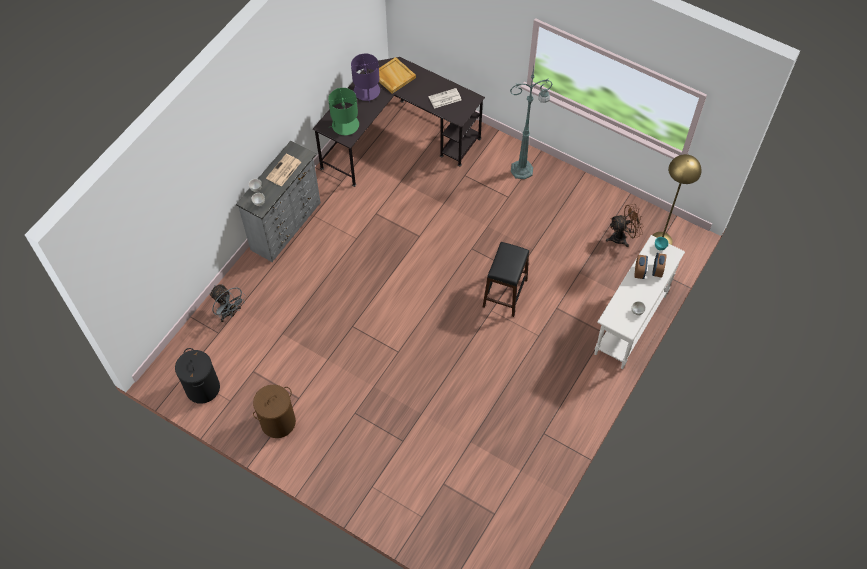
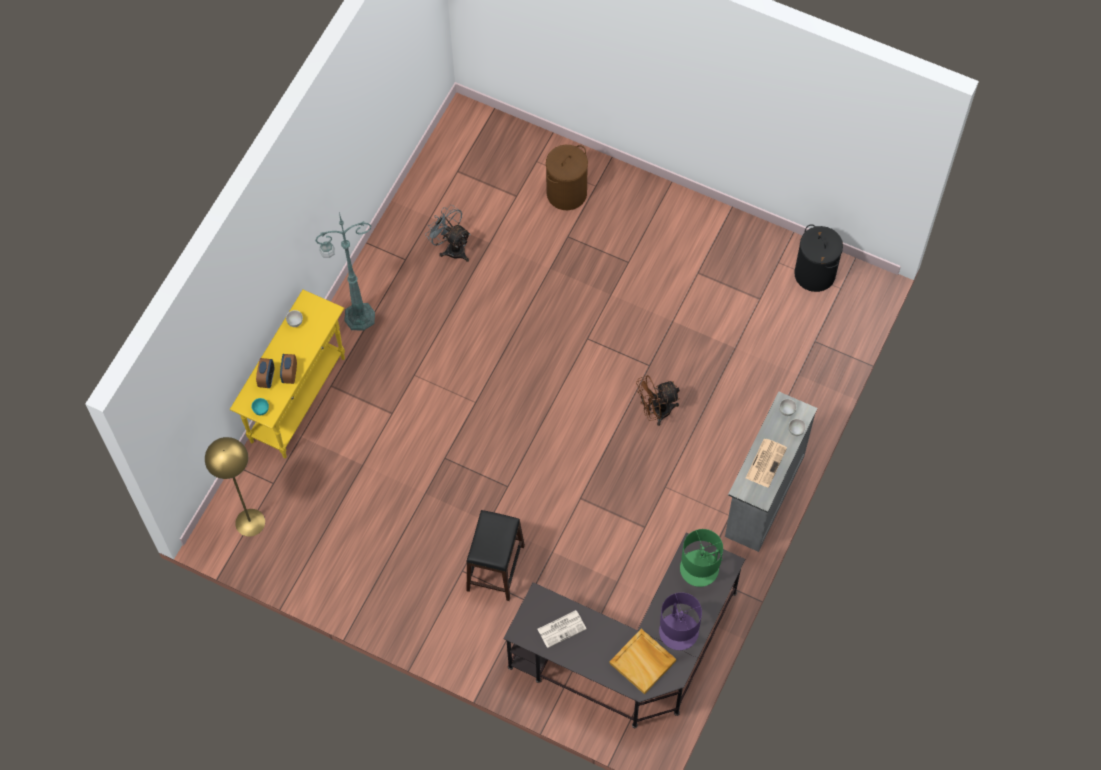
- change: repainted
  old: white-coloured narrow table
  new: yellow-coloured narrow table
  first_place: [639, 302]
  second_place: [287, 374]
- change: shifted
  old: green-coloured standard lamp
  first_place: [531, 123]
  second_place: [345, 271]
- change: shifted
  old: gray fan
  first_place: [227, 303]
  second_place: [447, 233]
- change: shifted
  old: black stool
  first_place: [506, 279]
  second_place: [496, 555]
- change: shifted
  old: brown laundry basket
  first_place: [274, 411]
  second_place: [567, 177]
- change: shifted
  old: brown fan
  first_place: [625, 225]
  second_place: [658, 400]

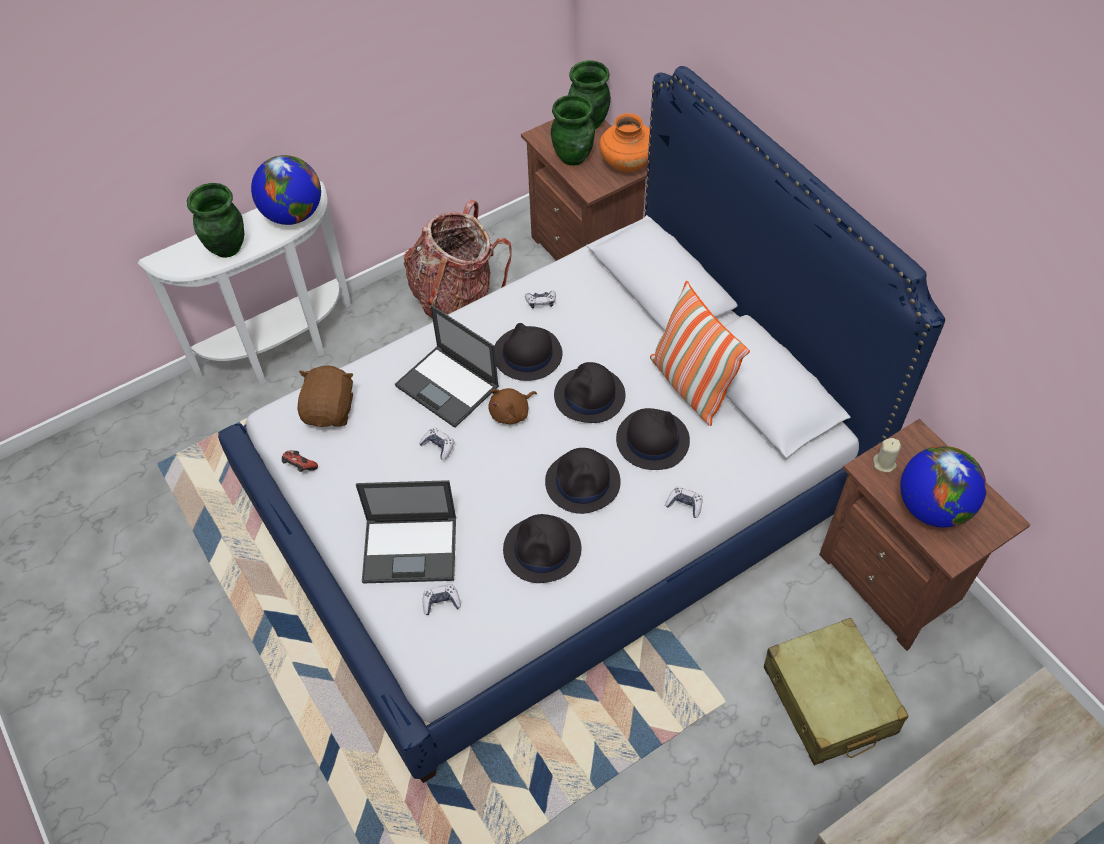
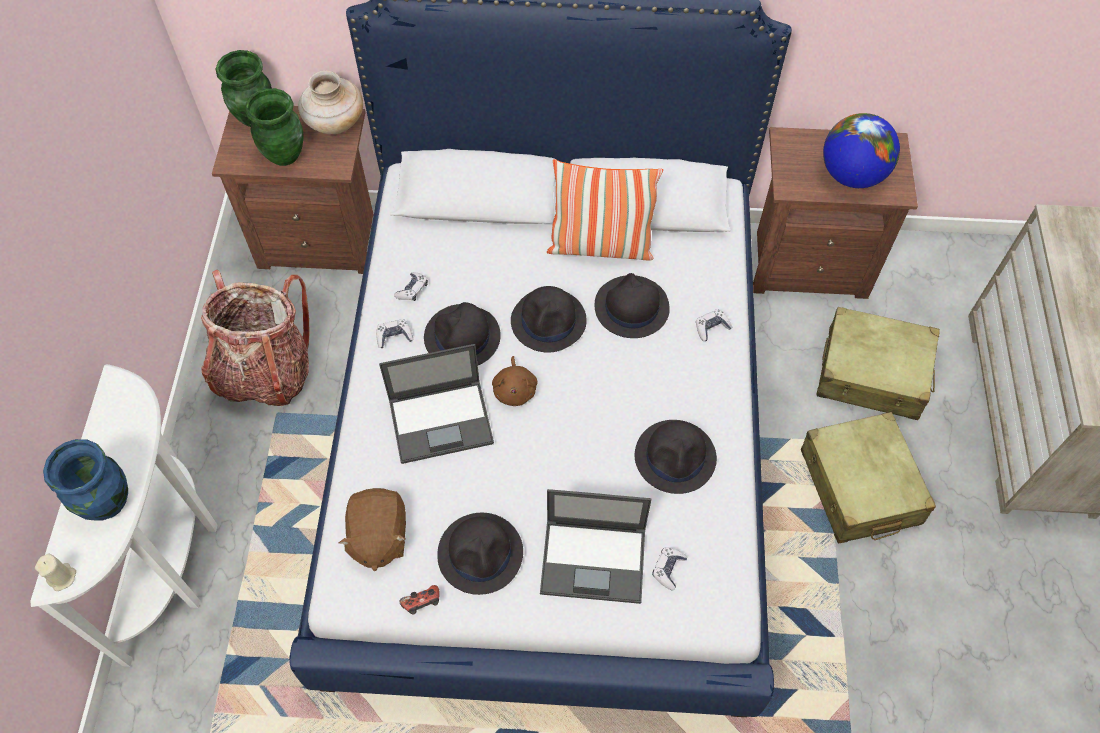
- change: shifted
  old: beige wax light
  first_place: [887, 455]
  second_place: [55, 572]
- change: repainted
  old: green-coloured vase
  new: blue-coloured vase
  first_place: [215, 220]
  second_place: [85, 480]
- change: repainted
  old: orange vase
  new: beige vase
  first_place: [624, 142]
  second_place: [330, 102]
- change: rotated
  old: brown plush toy
  first_place: [325, 396]
  second_place: [372, 529]
  degrees: -135
- change: shifted
  old: joypad
  first_place: [436, 444]
  second_place: [394, 333]
- change: shifted
  old: black hat
  first_place: [583, 481]
  second_place: [480, 554]
- change: rotated
  old: laptop
  first_place: [406, 532]
  second_place: [595, 546]
  degrees: 60
- change: new
  new: beige suitcase
  second_place: [868, 478]
- change: gone
  old: world globe
  first_place: [286, 190]

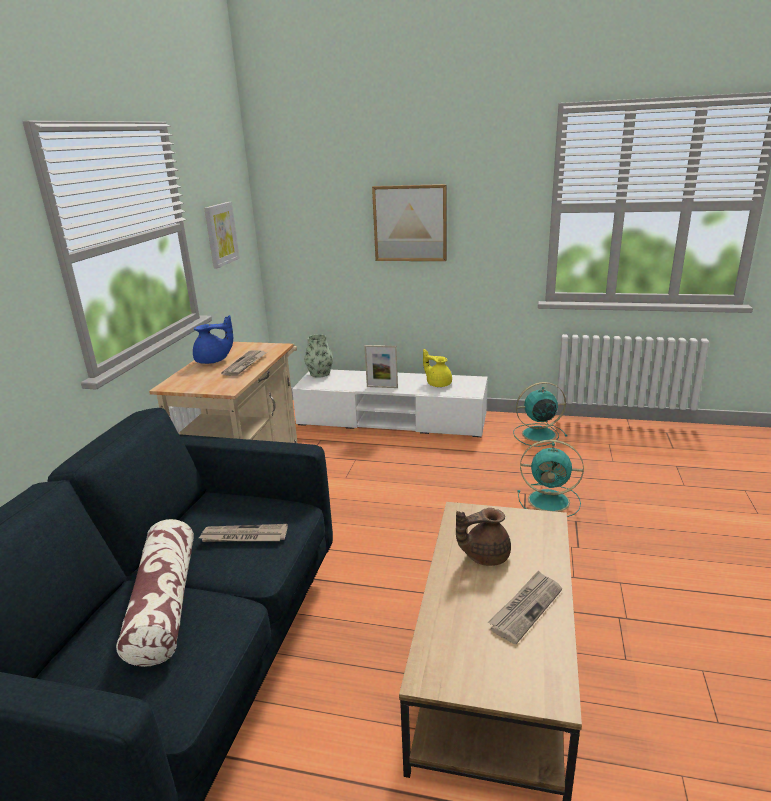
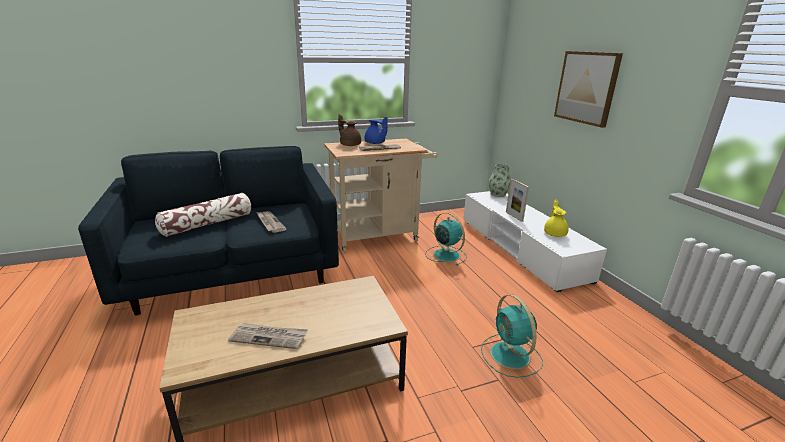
- change: shifted
  old: brown pot for tea
  first_place: [483, 537]
  second_place: [349, 130]
- change: shifted
  old: turquoise-coloured fan
  first_place: [540, 414]
  second_place: [446, 239]
- change: gone
  old: picture
  first_place: [222, 235]

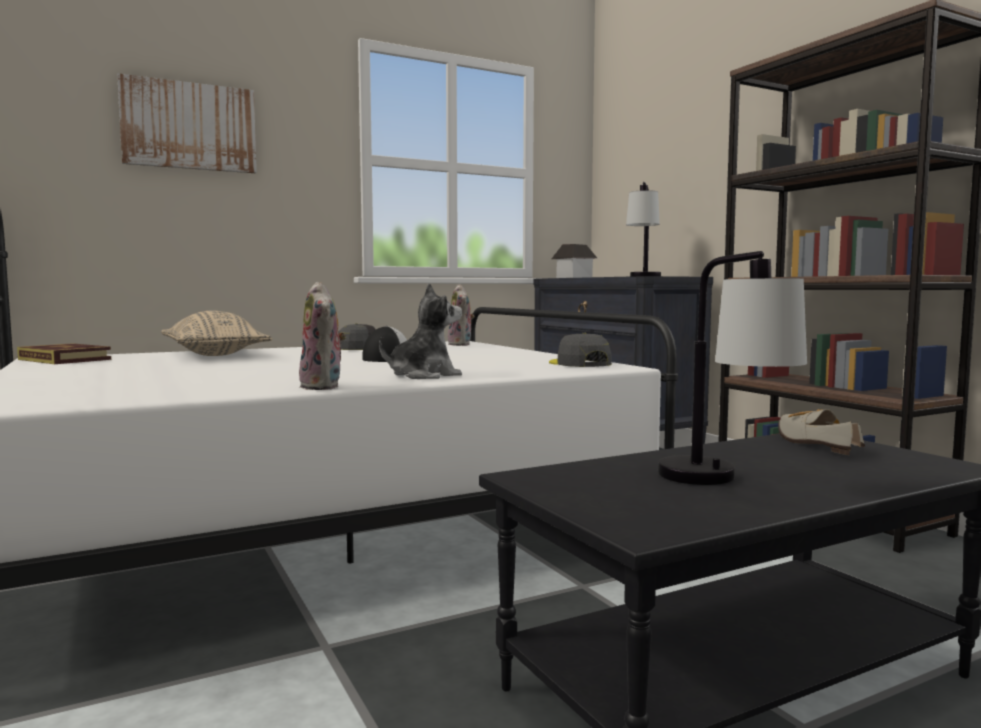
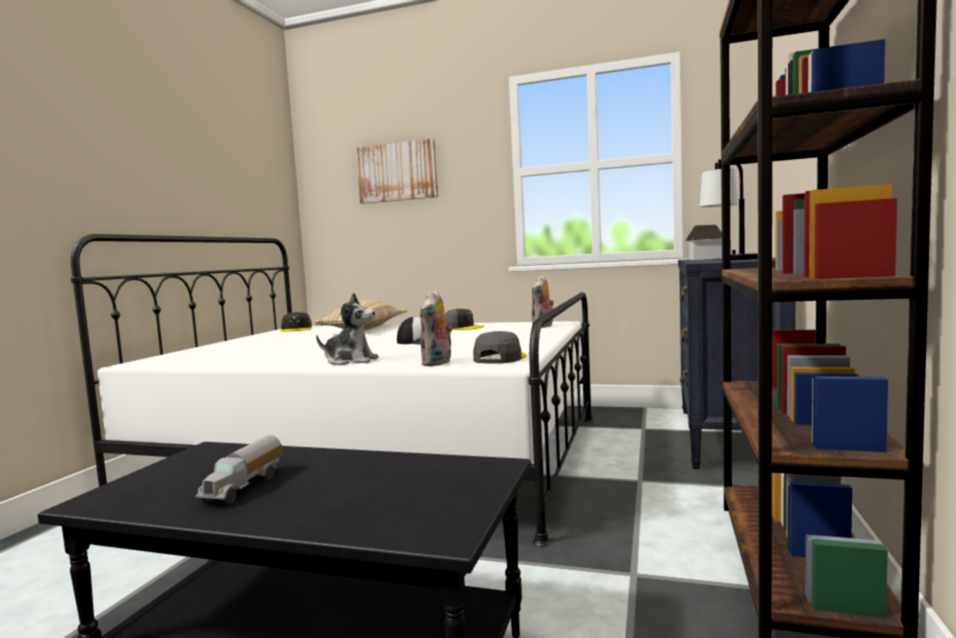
- change: swapped
  old: lamp for a table
  new: toy lorry
  first_place: [732, 368]
  second_place: [239, 469]
- change: swapped
  old: book
  new: gray baseball cap
  first_place: [64, 353]
  second_place: [296, 322]
- change: shifted
  old: plush toy
  first_place: [322, 336]
  second_place: [436, 328]
- change: gone
  old: item of footwear
  first_place: [821, 432]

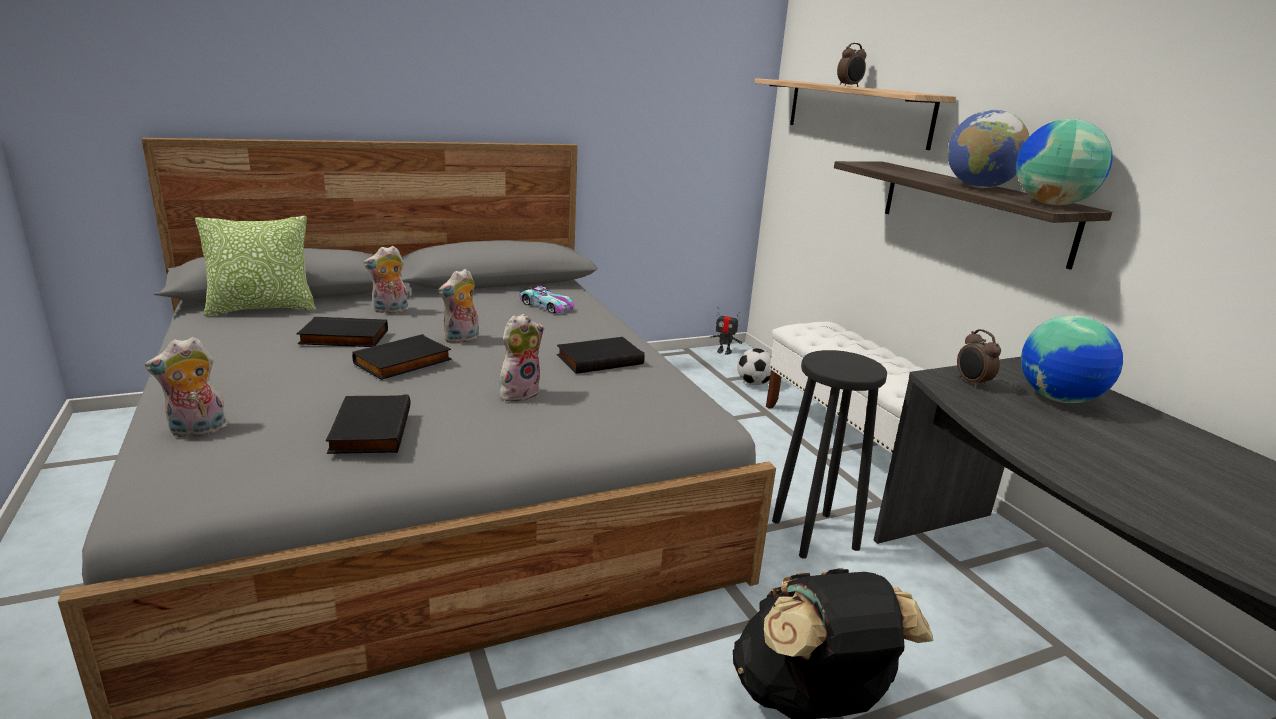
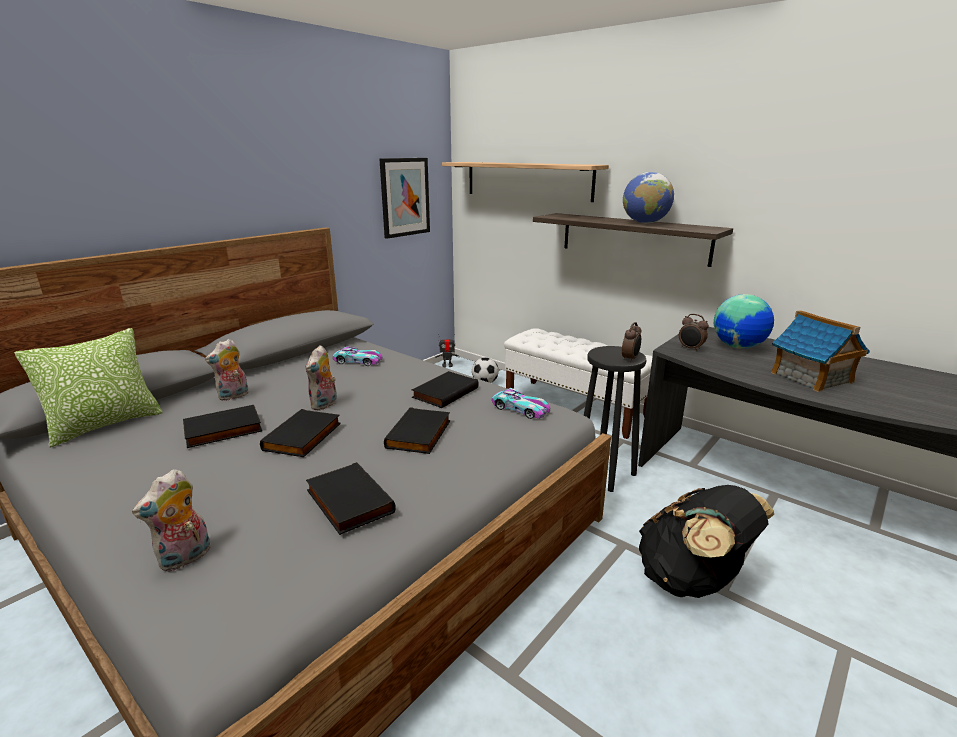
- change: new
  new: picture
  second_place: [404, 198]
- change: swapped
  old: plush toy
  new: black book
  first_place: [522, 357]
  second_place: [417, 430]
- change: new
  new: miniature car
  second_place: [521, 403]
- change: shifted
  old: alarm clock
  first_place: [851, 65]
  second_place: [631, 342]
- change: new
  new: model house
  second_place: [820, 351]
- change: gone
  old: world globe
  first_place: [1064, 162]

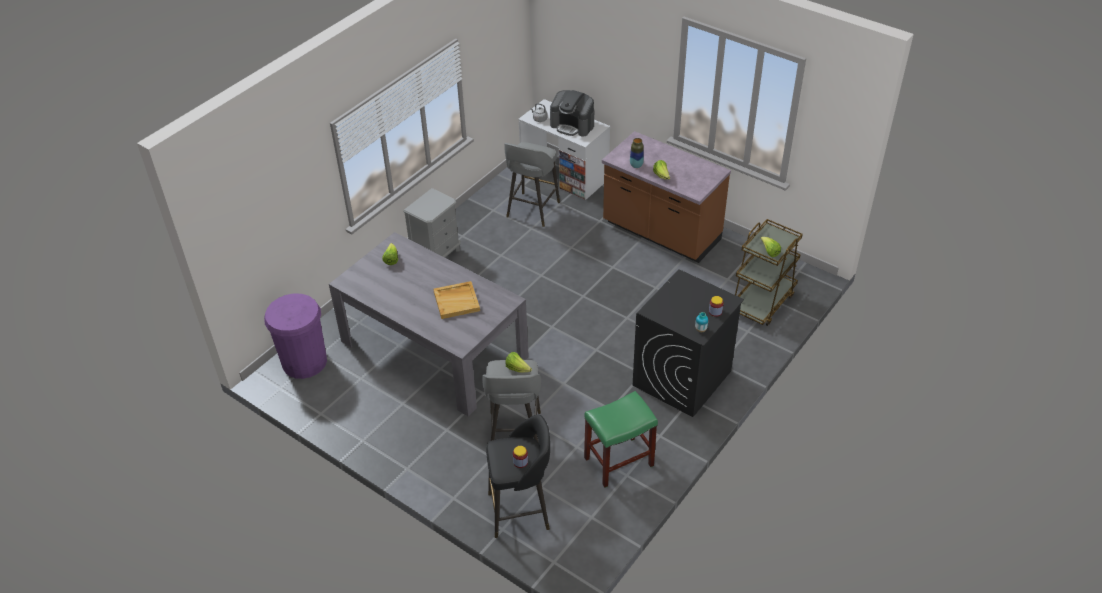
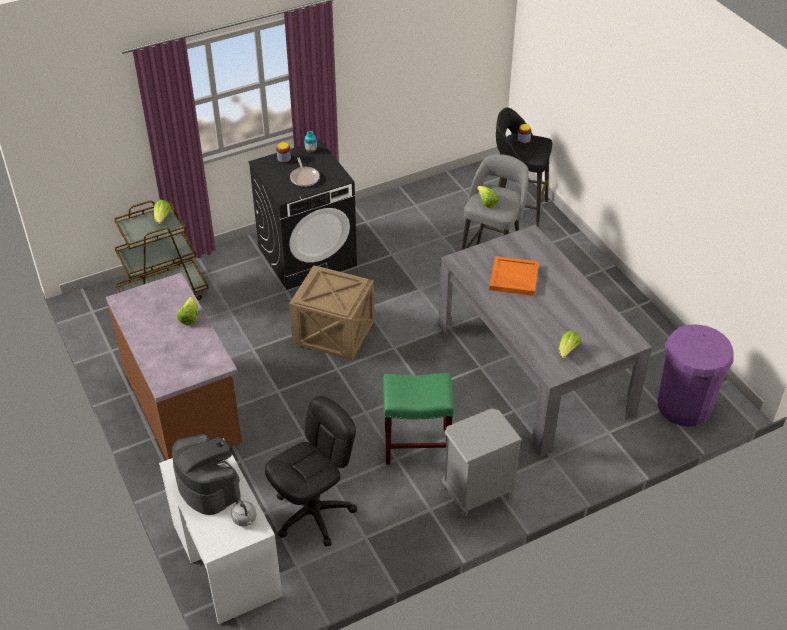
- change: swapped
  old: gray stool
  new: black computer chair
  first_place: [532, 184]
  second_place: [311, 471]
- change: new
  new: packing crate
  second_place: [331, 312]
- change: new
  new: pan
  second_place: [305, 172]
- change: shifted
  old: green-coloured stool
  first_place: [621, 439]
  second_place: [418, 419]
- change: repainted
  old: beige serving tray
  new: orange serving tray
  first_place: [456, 300]
  second_place: [514, 276]
- change: gone
  old: vase
  first_place: [637, 153]

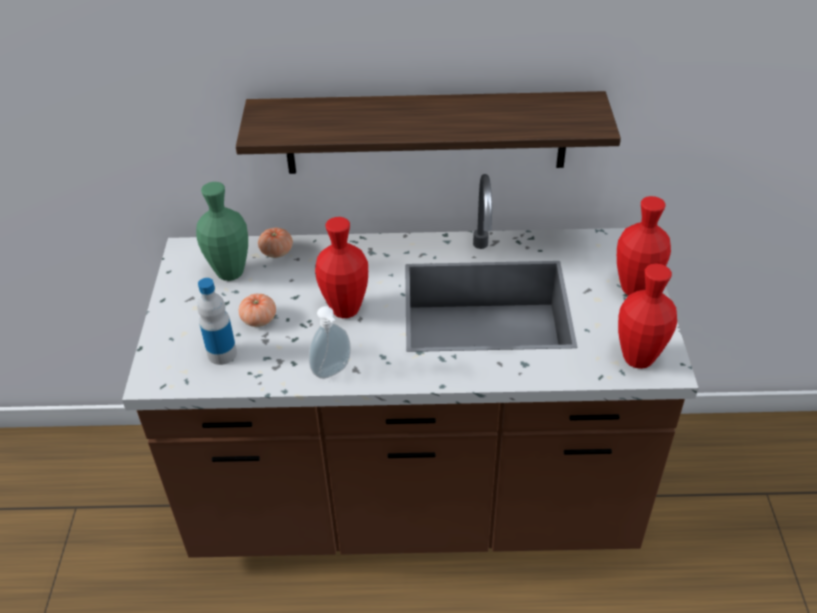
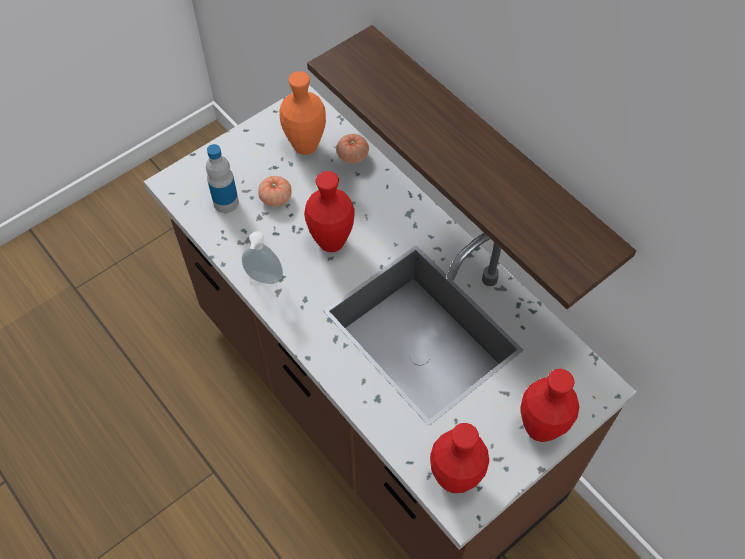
- change: repainted
  old: green-coloured vase
  new: orange vase
  first_place: [222, 231]
  second_place: [302, 113]

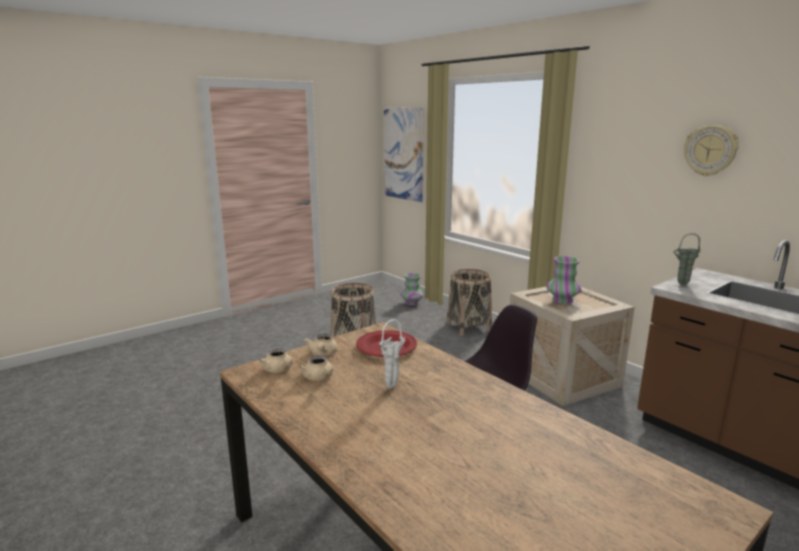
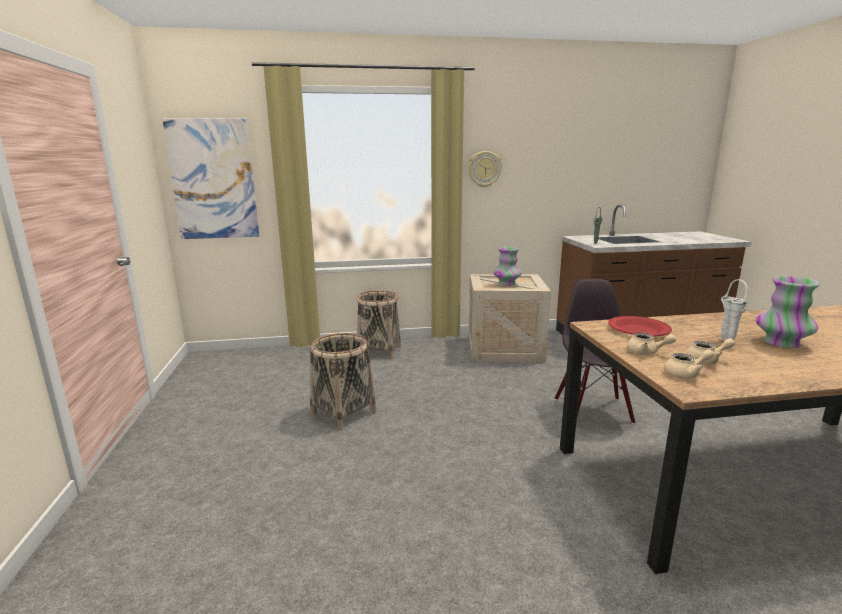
- change: shifted
  old: hanging clock
  first_place: [711, 150]
  second_place: [485, 169]
- change: shifted
  old: vase
  first_place: [412, 289]
  second_place: [788, 312]

